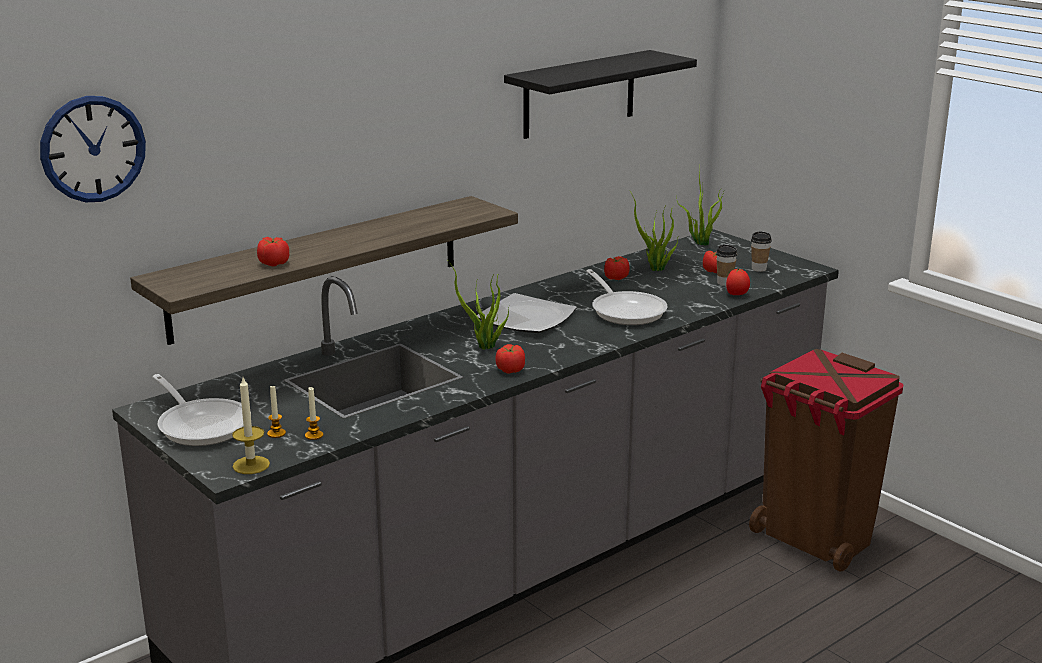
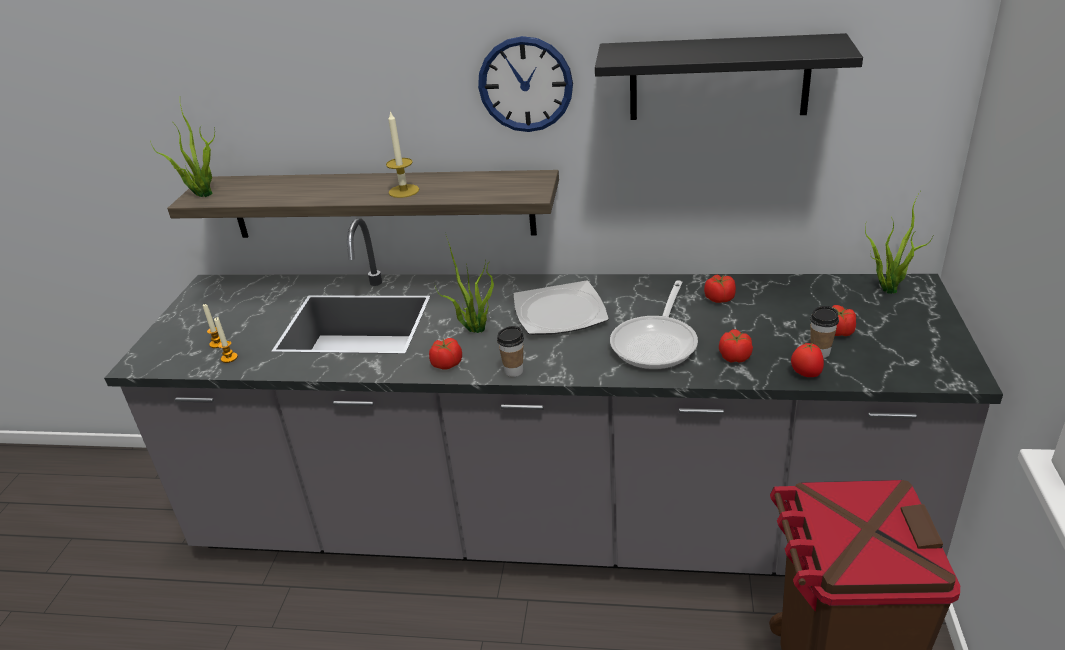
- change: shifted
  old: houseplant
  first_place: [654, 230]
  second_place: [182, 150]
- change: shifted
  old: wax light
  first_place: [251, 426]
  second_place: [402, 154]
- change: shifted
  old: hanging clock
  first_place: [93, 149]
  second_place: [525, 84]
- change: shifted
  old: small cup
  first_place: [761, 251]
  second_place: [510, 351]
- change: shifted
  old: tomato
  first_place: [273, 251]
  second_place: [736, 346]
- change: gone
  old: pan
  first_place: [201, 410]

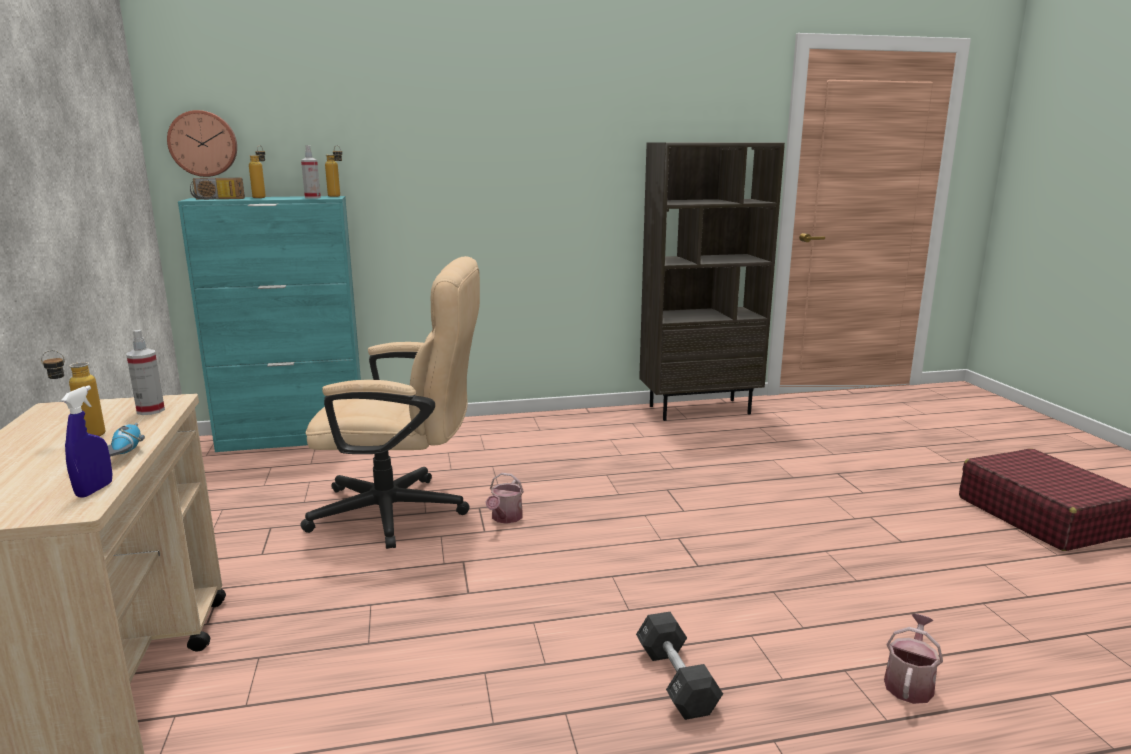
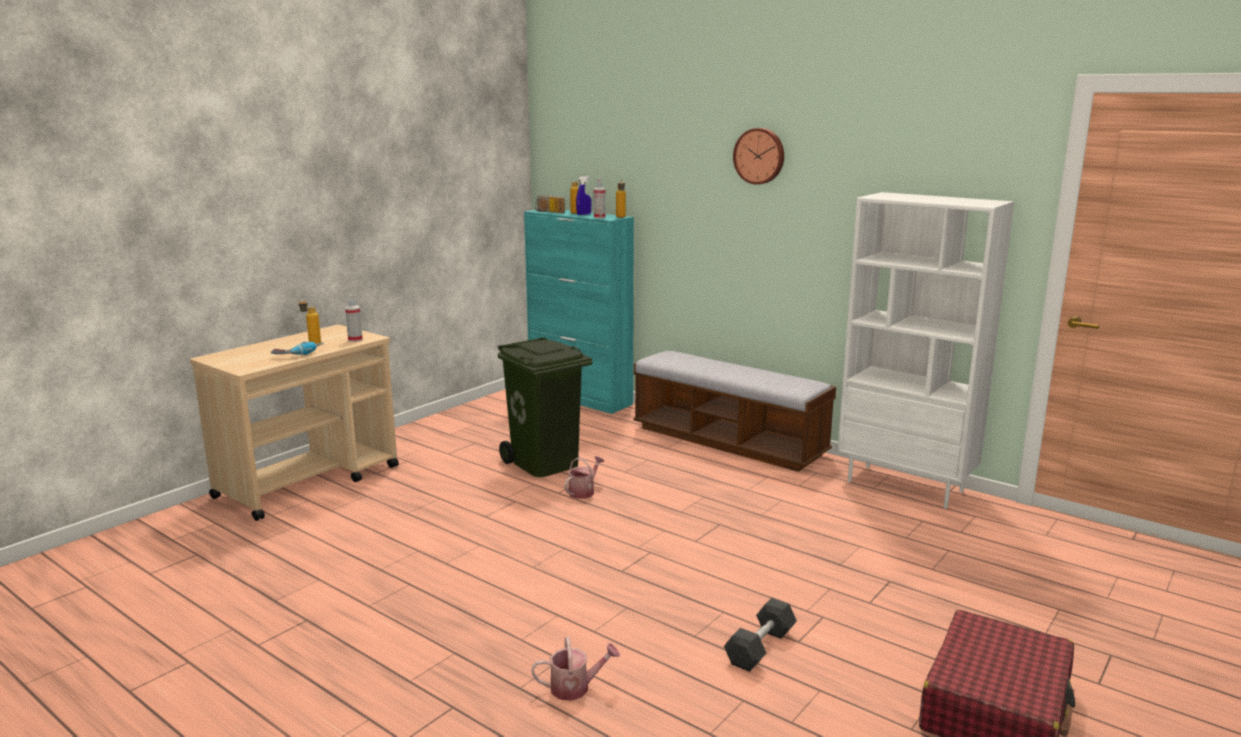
- change: swapped
  old: beige computer chair
  new: green-coloured trash can
  first_place: [390, 402]
  second_place: [545, 407]
- change: rotated
  old: watering pot
  first_place: [505, 498]
  second_place: [584, 477]
  degrees: 150
- change: shifted
  old: blue-coloured sprayer
  first_place: [87, 441]
  second_place: [584, 195]
- change: new
  new: bench
  second_place: [734, 411]
- change: shifted
  old: black hand weight
  first_place: [679, 666]
  second_place: [760, 635]
- change: shifted
  old: hanging clock
  first_place: [202, 143]
  second_place: [758, 156]
- change: repainted
  old: brown shelving unit
  new: white-coloured shelving unit
  first_place: [712, 282]
  second_place: [926, 350]

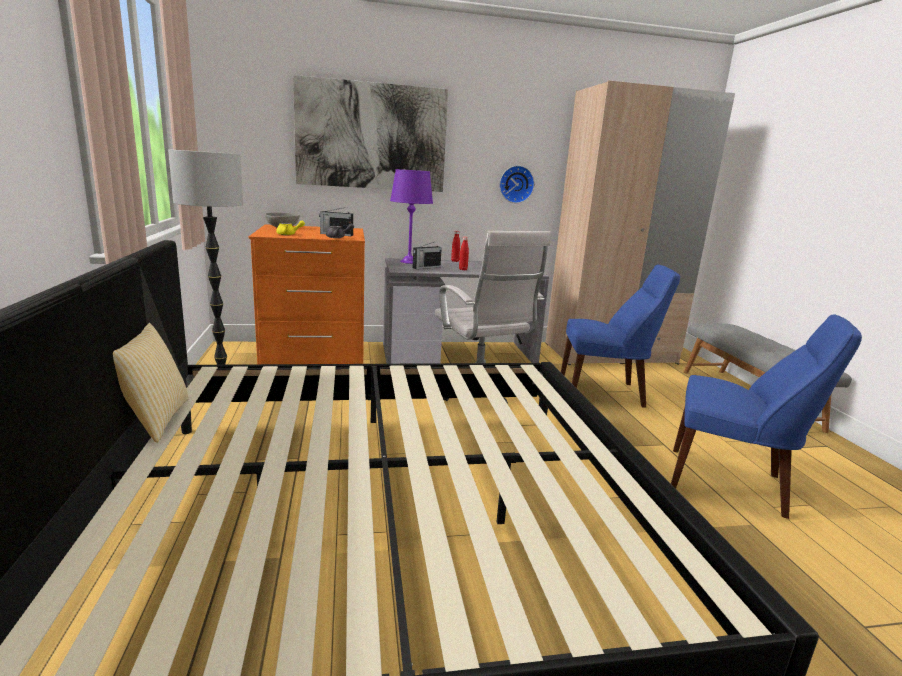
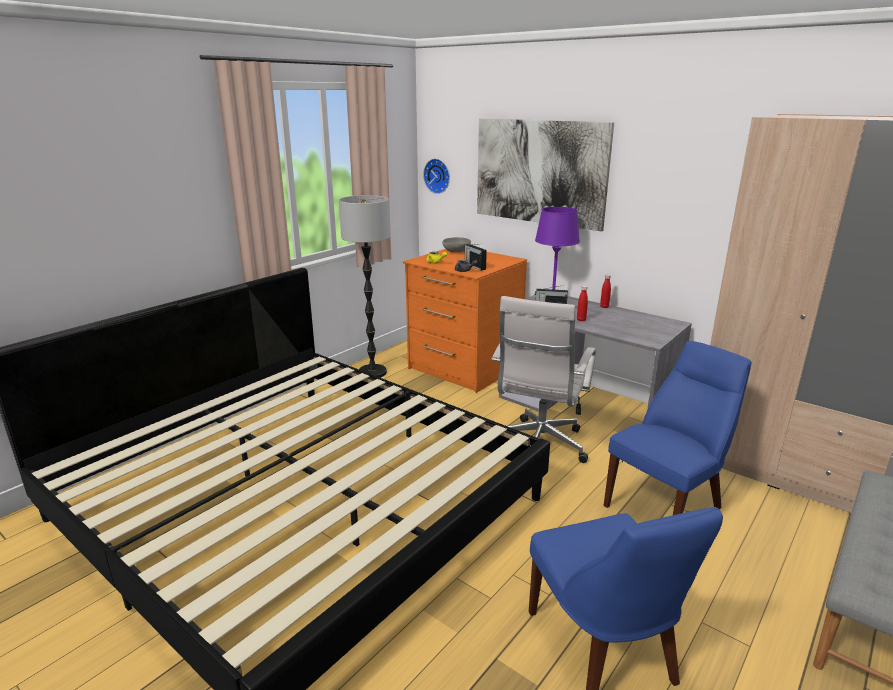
- change: shifted
  old: hanging clock
  first_place: [517, 184]
  second_place: [436, 176]
- change: rotated
  old: blue-coloured chair
  first_place: [620, 336]
  second_place: [677, 428]
  degrees: -90
- change: gone
  old: pillow
  first_place: [151, 383]

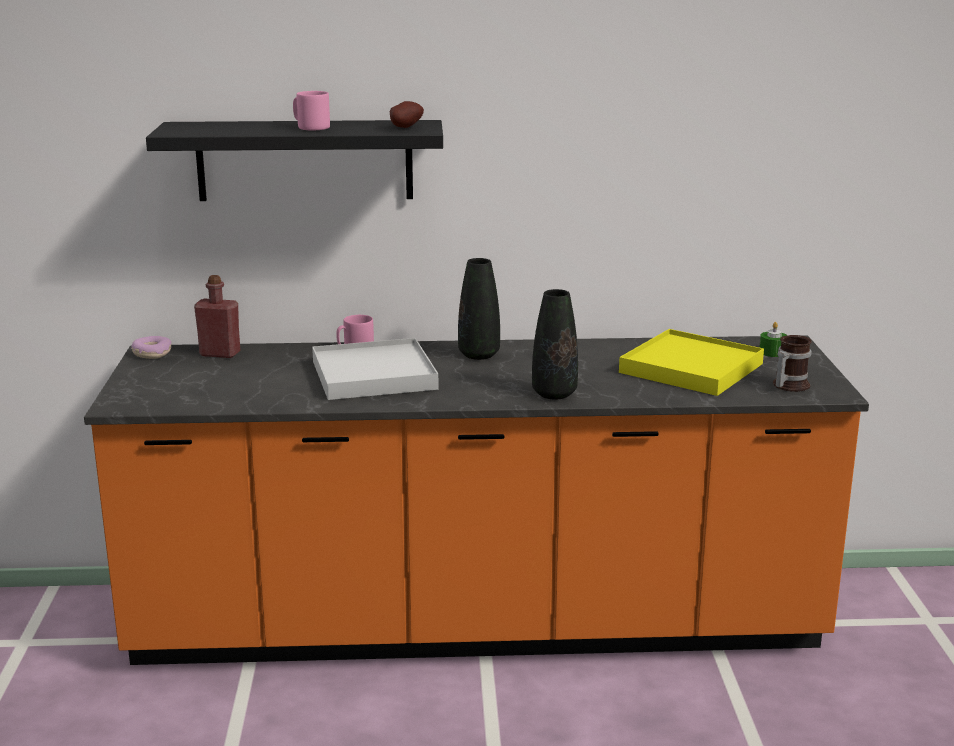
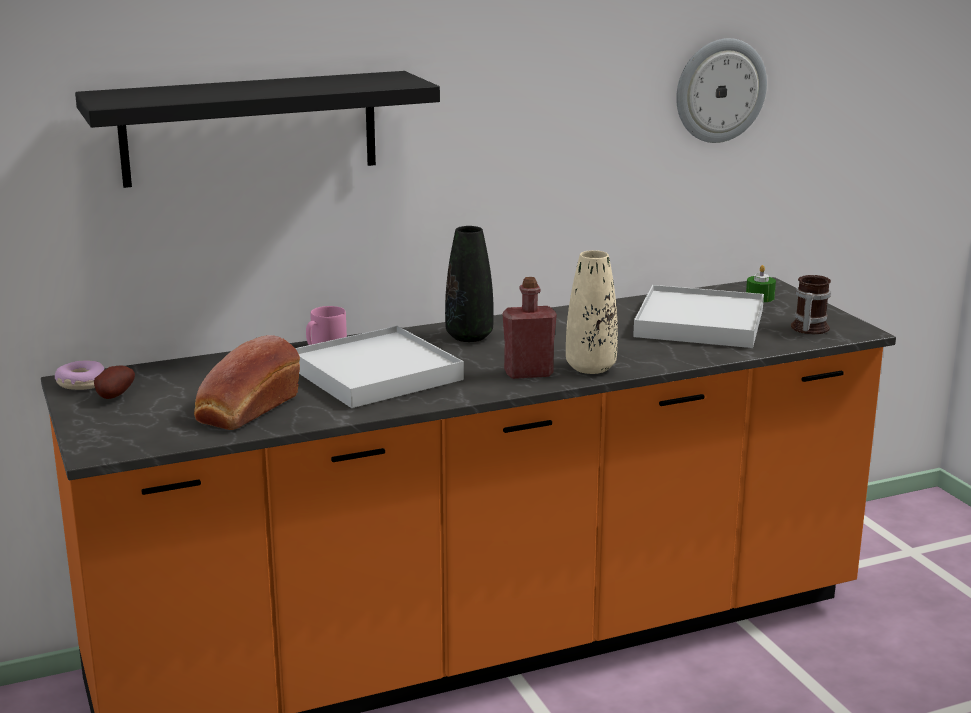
- change: shifted
  old: potato
  first_place: [407, 114]
  second_place: [114, 382]
- change: new
  new: baked bread
  second_place: [247, 382]
- change: shifted
  old: reddish bottle
  first_place: [217, 316]
  second_place: [529, 328]
- change: repainted
  old: black vase
  new: beige vase
  first_place: [555, 344]
  second_place: [592, 312]
- change: repainted
  old: yellow-coloured serving tray
  new: white-coloured serving tray
  first_place: [691, 362]
  second_place: [698, 316]
- change: new
  new: hanging clock
  second_place: [721, 90]
- change: gone
  old: pink-coloured tea mug
  first_place: [311, 110]

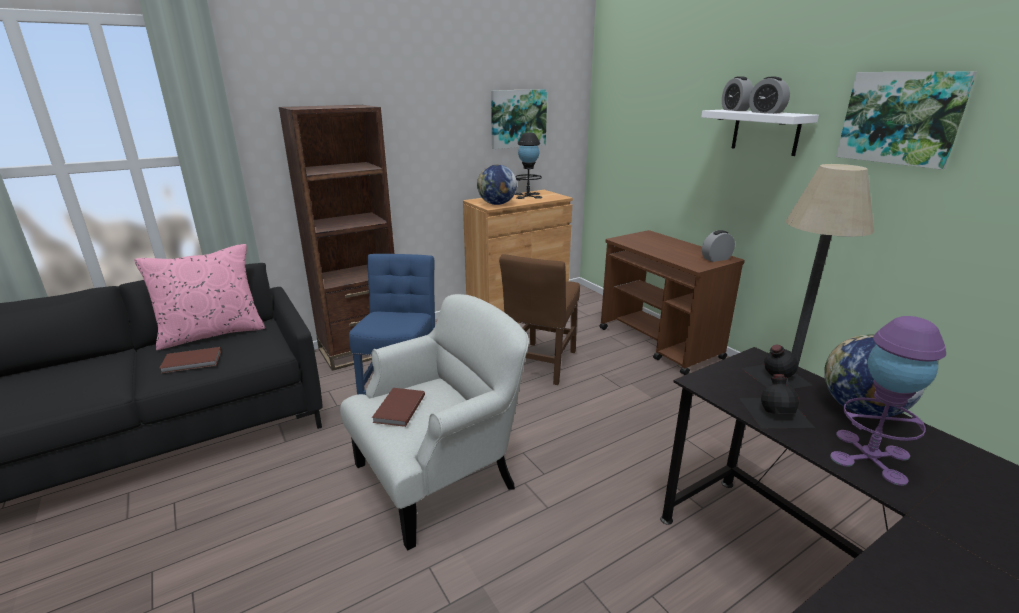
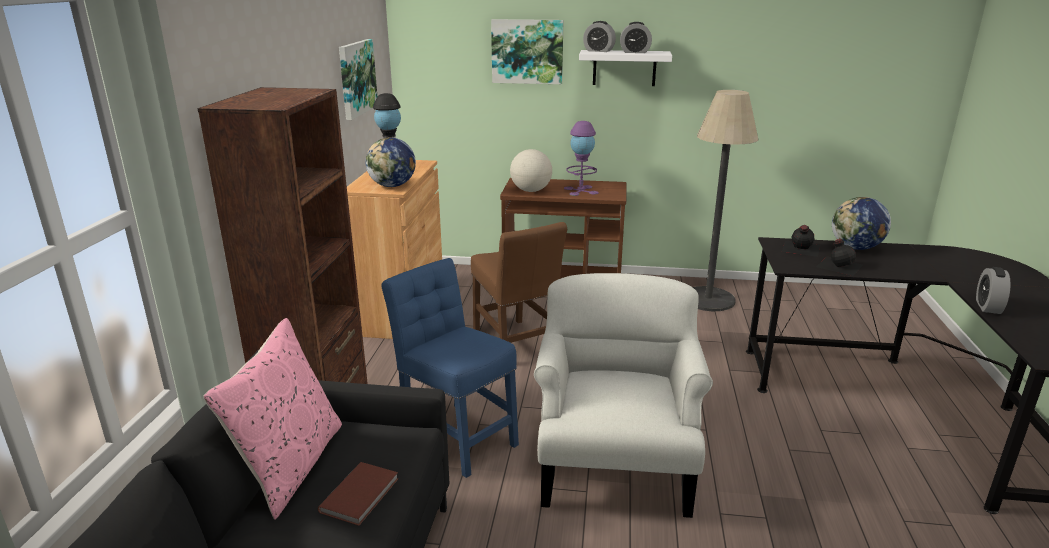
- change: shifted
  old: picture
  first_place: [906, 120]
  second_place: [527, 51]
- change: new
  new: world globe
  second_place: [531, 170]
- change: shifted
  old: purple-coloured lamp for a table
  first_place: [888, 401]
  second_place: [581, 158]
- change: shifted
  old: alarm clock
  first_place: [718, 246]
  second_place: [993, 290]
- change: gone
  old: brown book
  first_place: [398, 407]

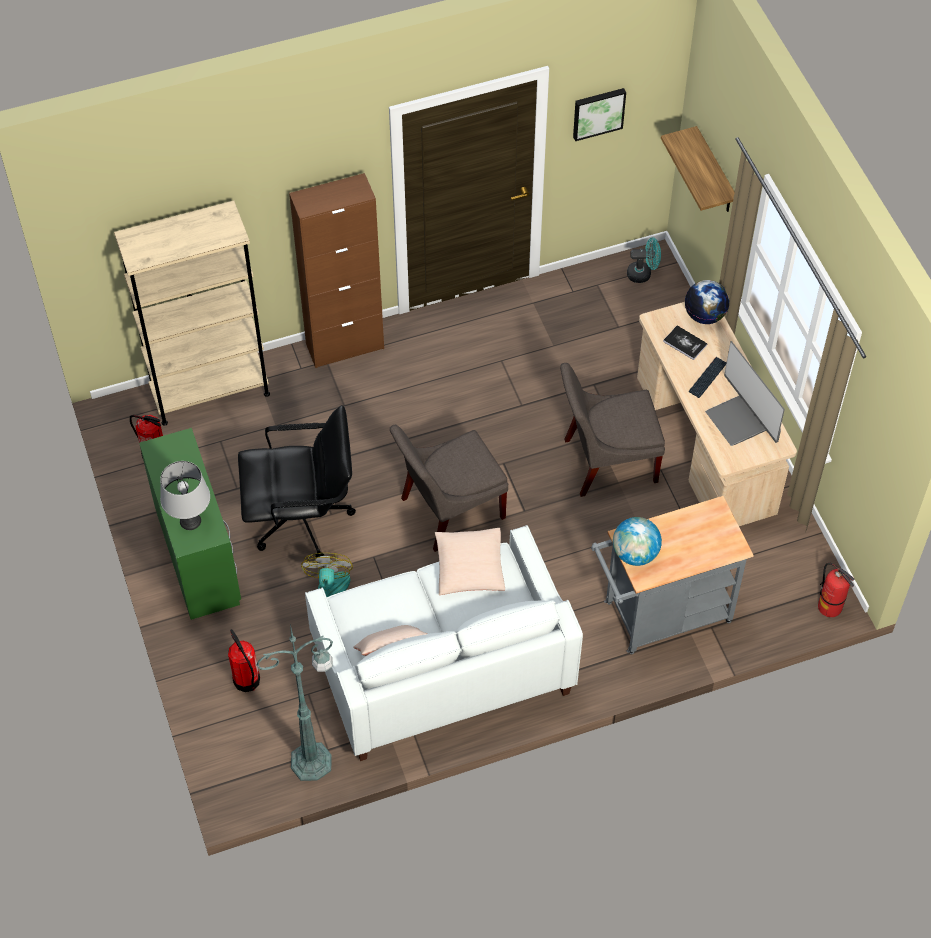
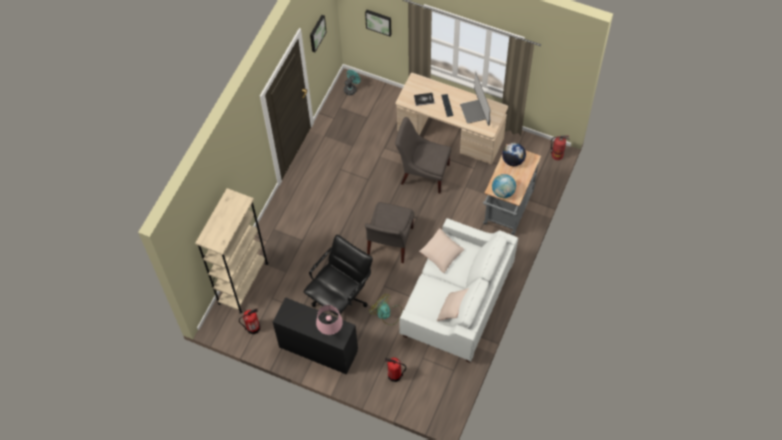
- change: repainted
  old: green-coloured desk table
  new: black desk table
  first_place: [190, 524]
  second_place: [315, 336]
- change: repainted
  old: gray lamp for a table
  new: pink-coloured lamp for a table
  first_place: [185, 495]
  second_place: [329, 321]
- change: swapped
  old: wall shelf
  new: picture
  first_place: [698, 169]
  second_place: [378, 23]
- change: rotated
  old: gray chair
  first_place: [612, 430]
  second_place: [423, 155]
  degrees: 75
- change: rotated
  old: monitor
  first_place: [745, 393]
  second_place: [475, 99]
  degrees: 60
- change: shifted
  old: world globe
  first_place: [707, 302]
  second_place: [514, 154]
- change: gone
  old: green-coloured standard lamp
  first_place: [294, 702]
- change: gone
  old: brown cabinet
  first_place: [336, 270]

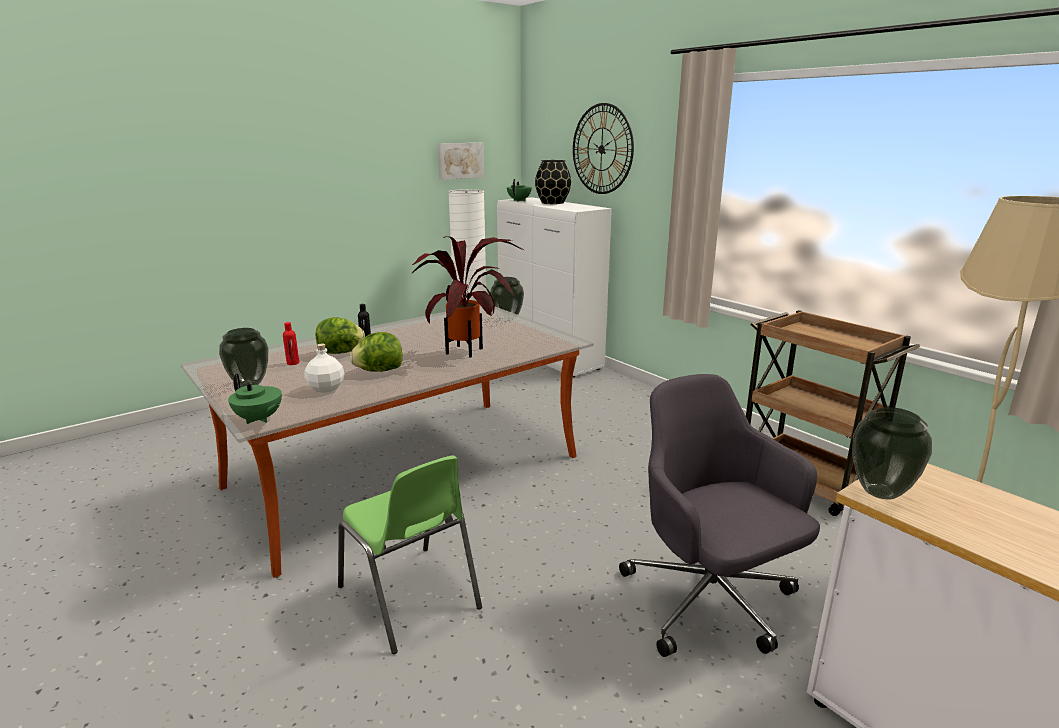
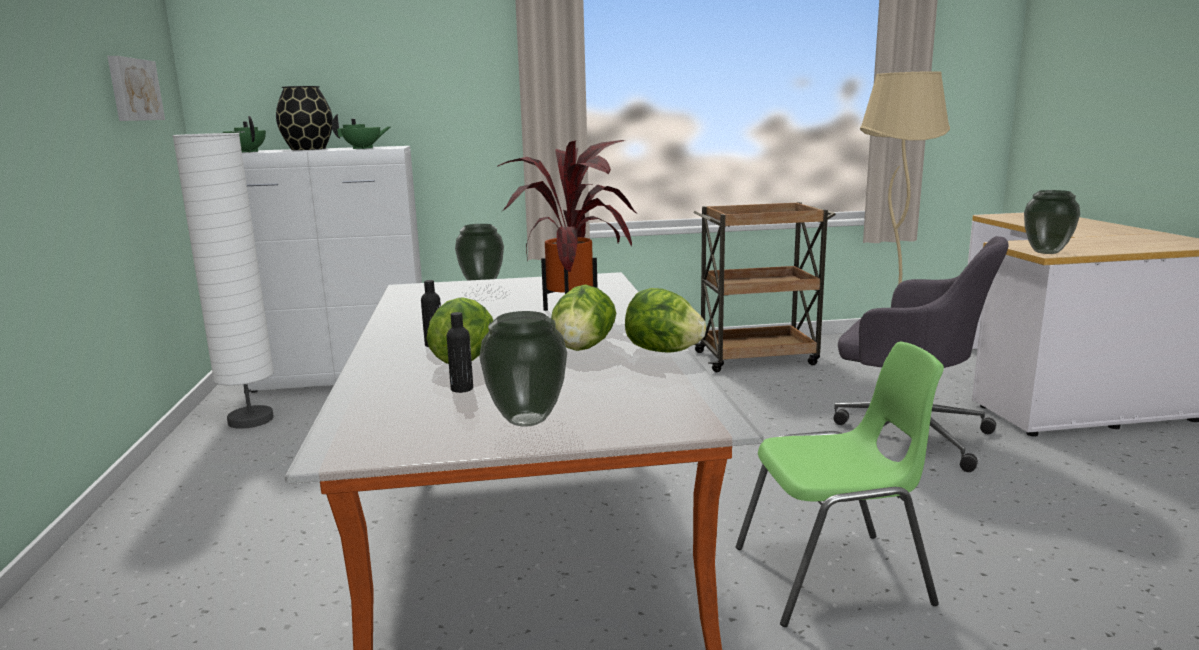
- change: shifted
  old: green-coloured pot for tea
  first_place: [255, 399]
  second_place: [361, 131]
- change: repainted
  old: reddish bottle
  new: black bottle
  first_place: [291, 343]
  second_place: [460, 352]
- change: new
  new: head of lettuce
  second_place: [665, 320]
- change: rotated
  old: gray computer chair
  first_place: [719, 515]
  second_place: [921, 354]
  degrees: -150
- change: gone
  old: white-coloured bottle
  first_place: [325, 368]
- change: gone
  old: hanging clock
  first_place: [603, 148]

